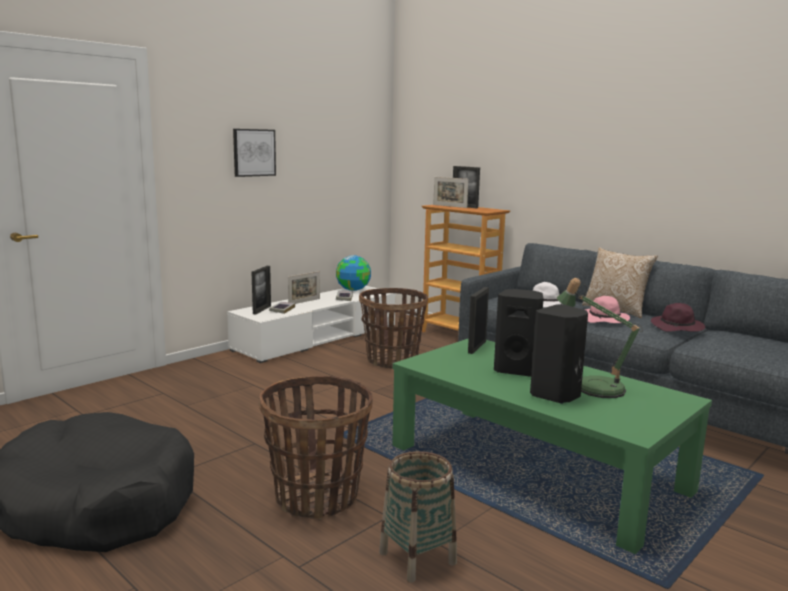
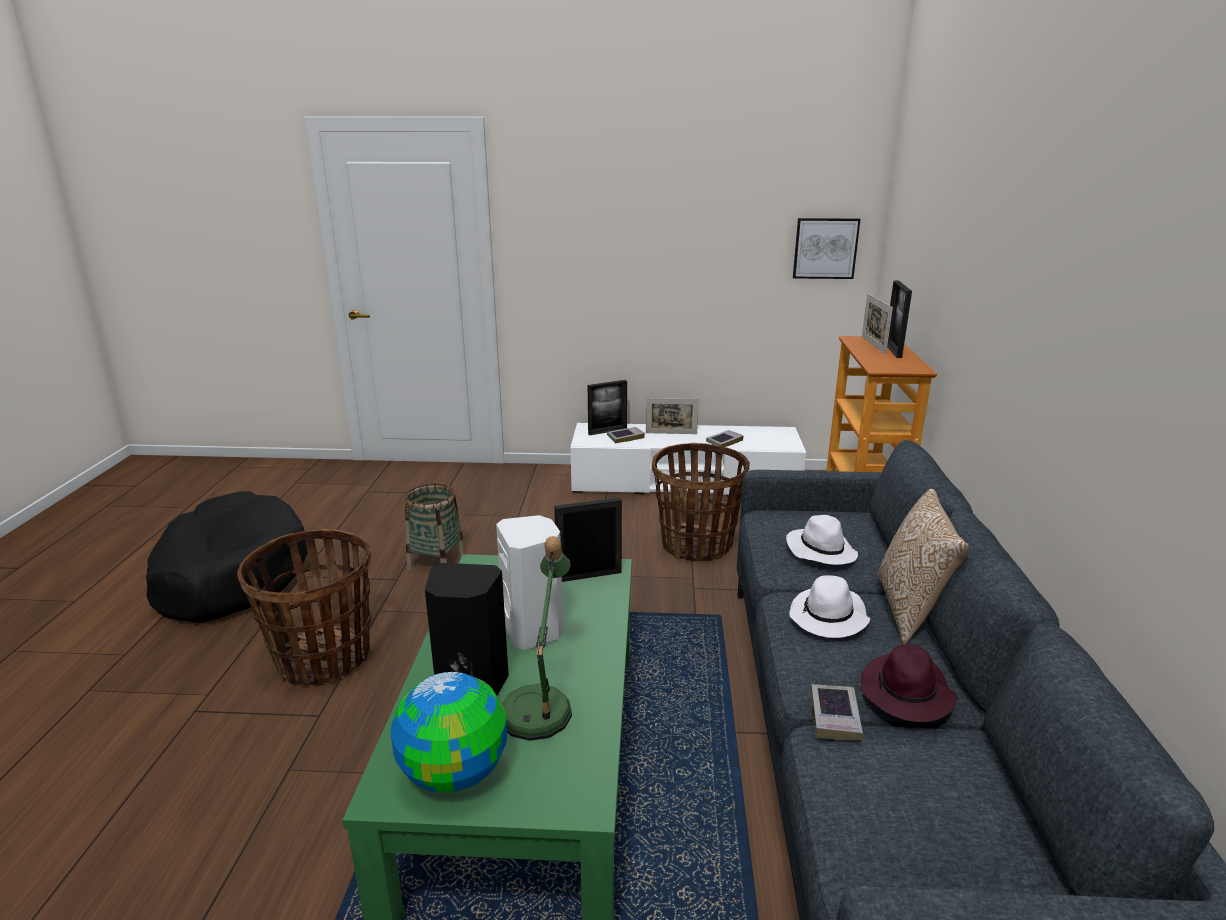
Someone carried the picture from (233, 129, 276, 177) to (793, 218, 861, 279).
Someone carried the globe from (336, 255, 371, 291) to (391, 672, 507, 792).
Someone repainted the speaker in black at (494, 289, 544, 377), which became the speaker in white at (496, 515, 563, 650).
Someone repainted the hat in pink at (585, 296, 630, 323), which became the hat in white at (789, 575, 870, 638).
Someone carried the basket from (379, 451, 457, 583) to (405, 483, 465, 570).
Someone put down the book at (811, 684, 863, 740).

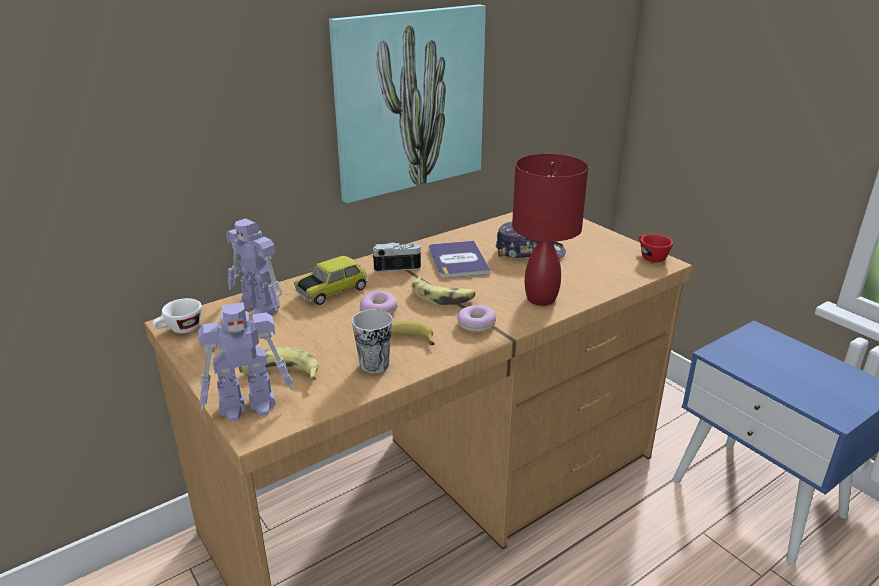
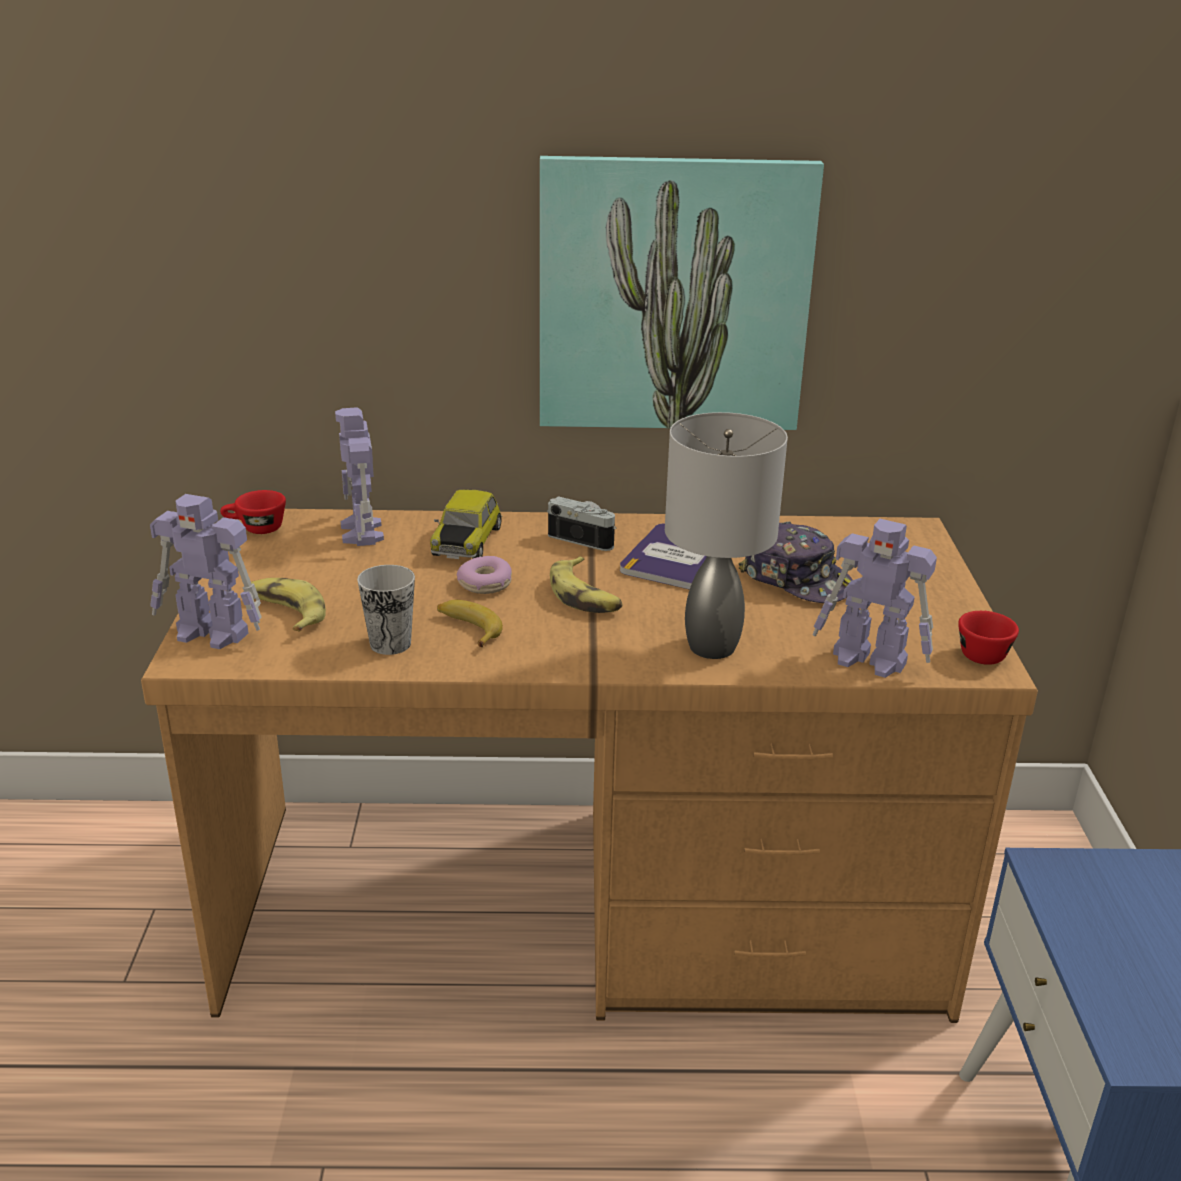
Someone repainted the table lamp in red at (512, 154, 588, 306), which became the table lamp in grey at (665, 412, 788, 659).
Someone rotated the toy car at (294, 256, 368, 305) by 75 degrees counterclockwise.
Someone repainted the cup in white at (152, 298, 202, 333), which became the cup in red at (220, 490, 286, 534).
Someone took away the donut at (457, 305, 496, 332).
Someone put down the toy robot at (812, 519, 937, 678).

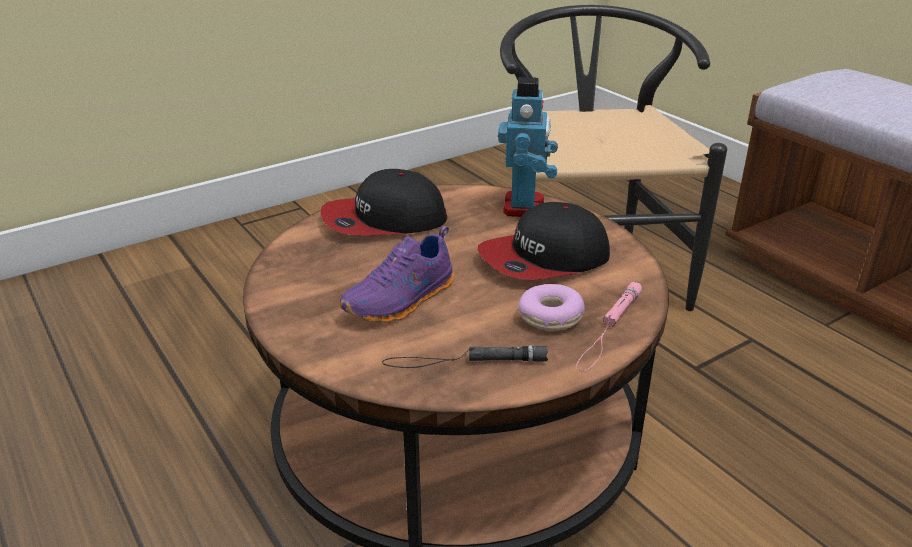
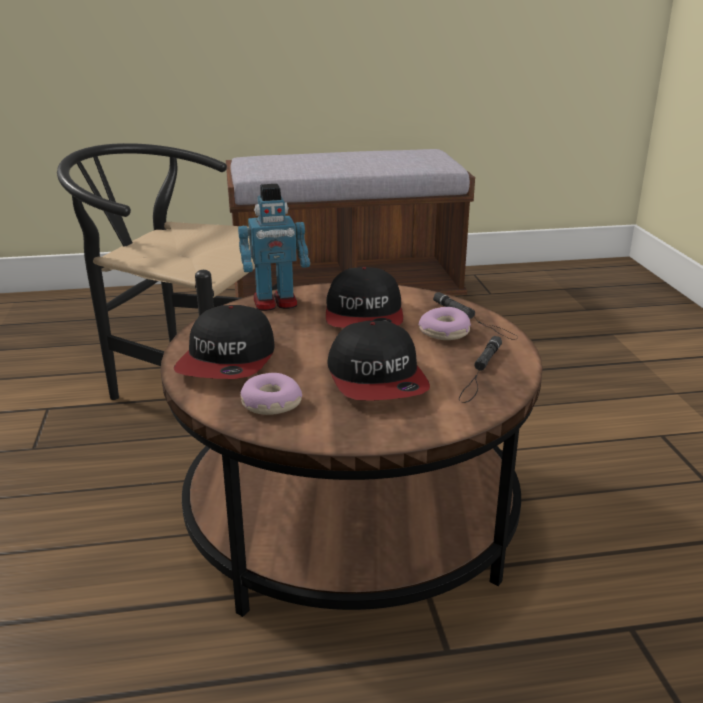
Someone rotated the toy robot at (498, 77, 558, 217) by 135 degrees clockwise.
Someone swapped the shoe in purple at (340, 226, 454, 323) for the cap at (327, 321, 430, 401).
Someone repainted the flashlight in pink at (576, 282, 642, 371), which became the flashlight in black at (433, 292, 518, 340).
Someone put down the donut at (241, 373, 302, 415).

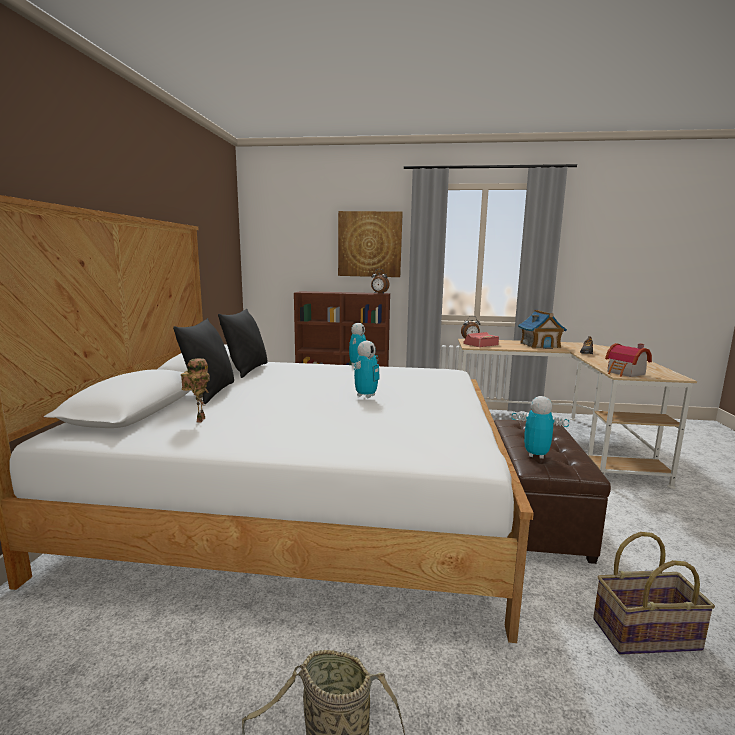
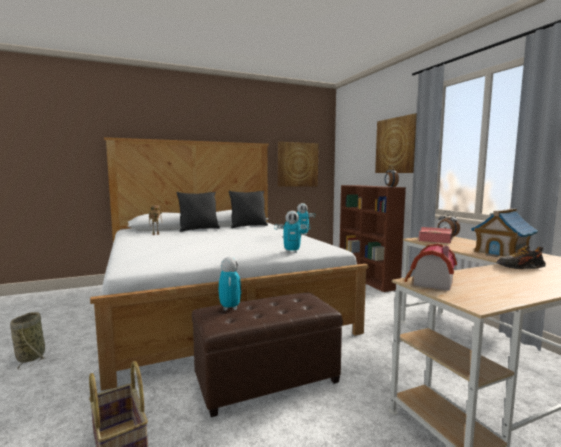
Someone carried the toy robot from (354, 341, 380, 398) to (274, 211, 310, 253).
Someone put up the picture at (278, 142, 319, 187).

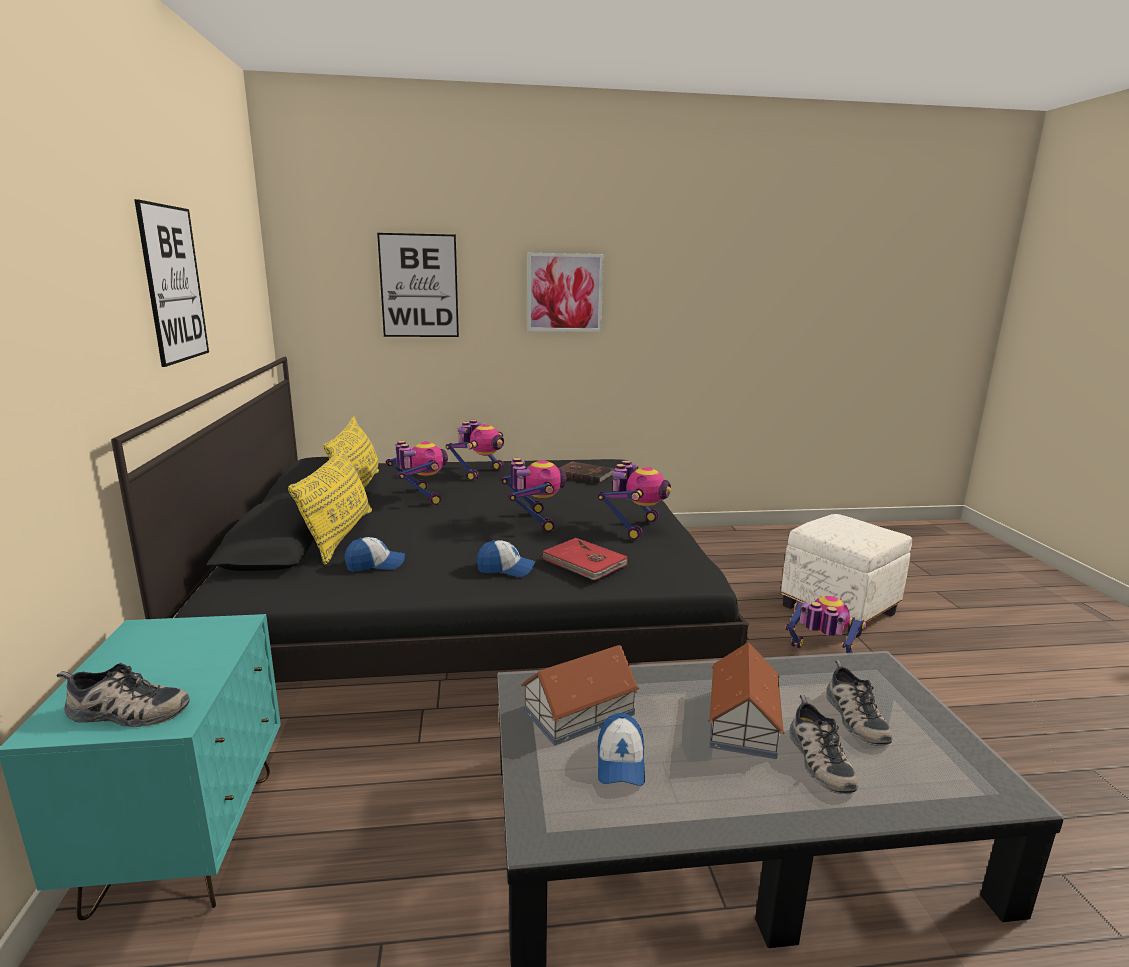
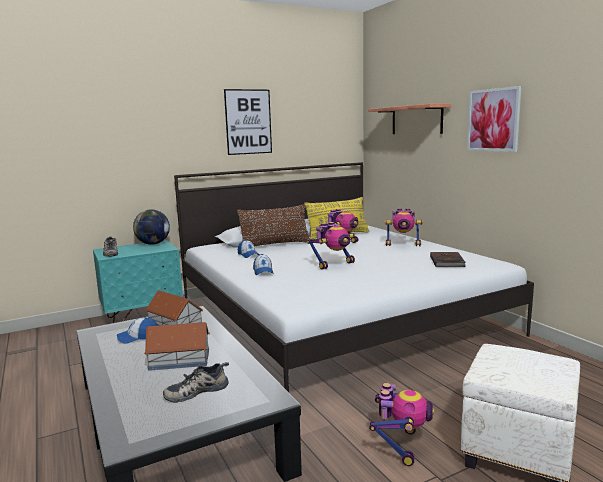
Someone swapped the picture at (377, 233, 459, 337) for the shelf at (369, 104, 451, 134).
Someone repainted the bed in black at (111, 357, 749, 683), which became the bed in white at (174, 162, 534, 392).
Someone repainted the pillow in yellow at (288, 446, 372, 565), which became the pillow in brown at (237, 204, 310, 247).
Someone took away the toy robot at (598, 460, 671, 540).
Someone took away the book in red at (541, 538, 628, 581).
Someone took away the shoe at (790, 695, 858, 794).
Someone put down the globe at (133, 209, 170, 245).

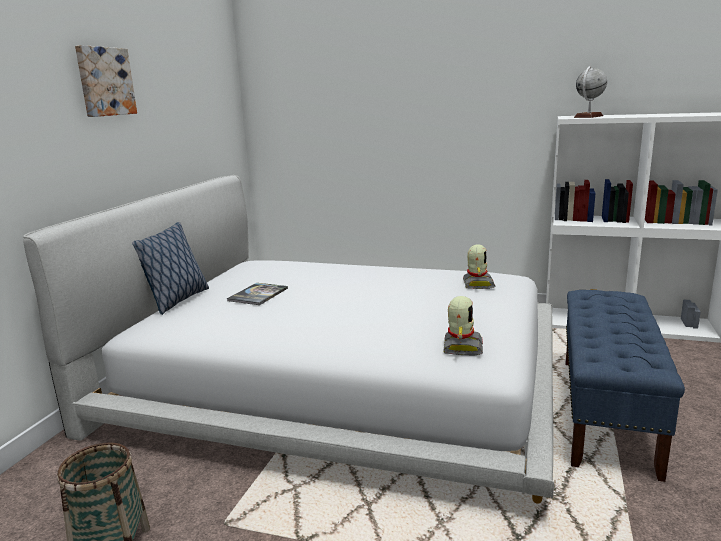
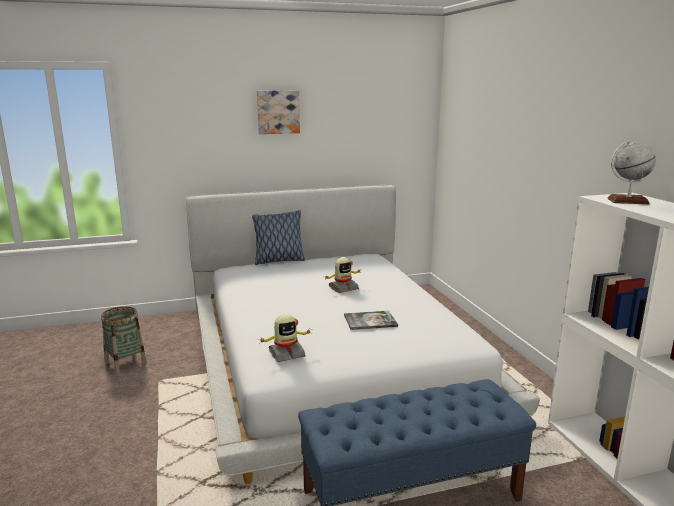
Someone carried the toy robot from (463, 244, 495, 289) to (325, 257, 362, 293).
Someone carried the book from (227, 283, 288, 305) to (344, 311, 398, 330).

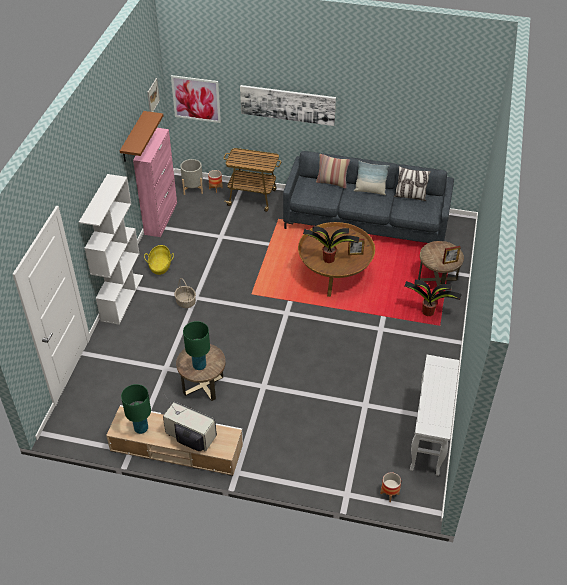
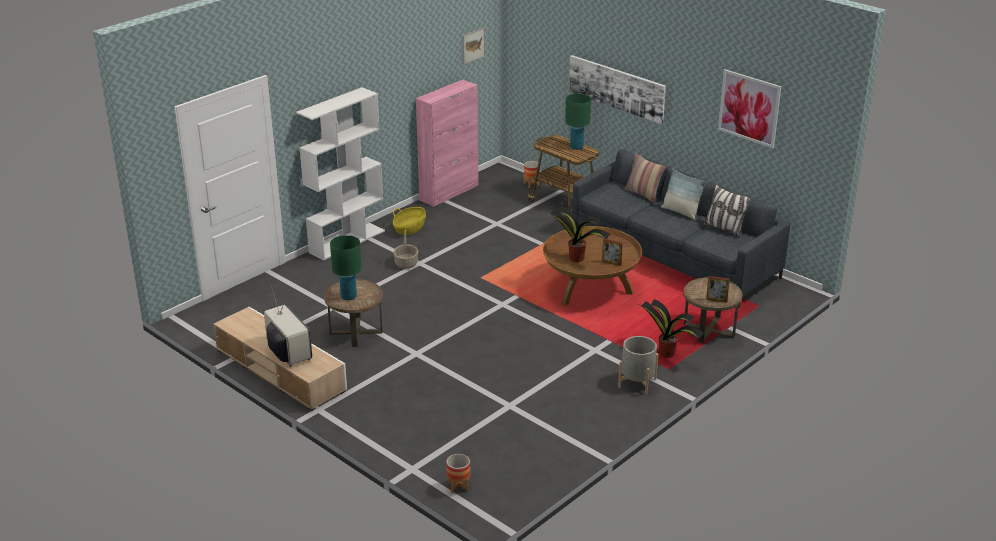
Someone carried the picture from (171, 75, 221, 123) to (718, 69, 781, 148).
Someone took away the shelf in brown at (120, 111, 163, 162).
Someone carried the planter in grey from (180, 159, 203, 195) to (618, 336, 658, 395).
Someone took away the console table in white at (410, 355, 459, 476).
Someone carried the table lamp in green from (121, 384, 151, 434) to (565, 94, 591, 150).

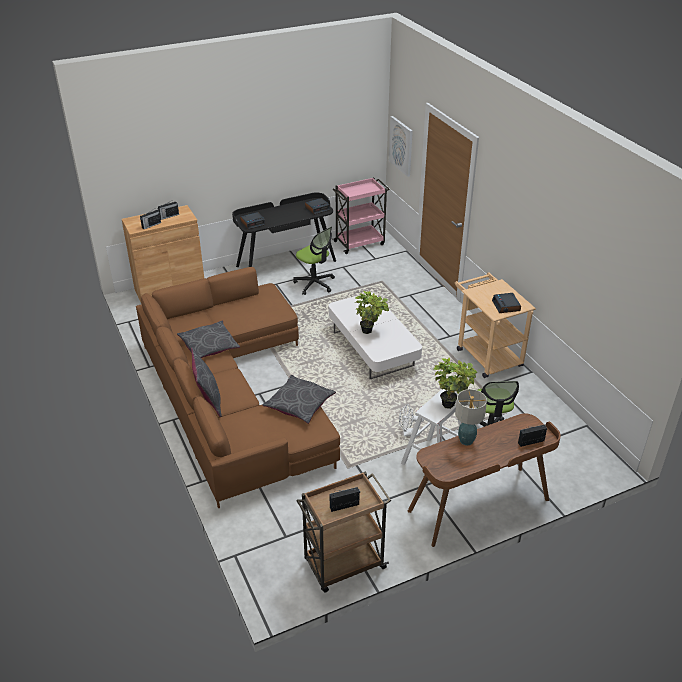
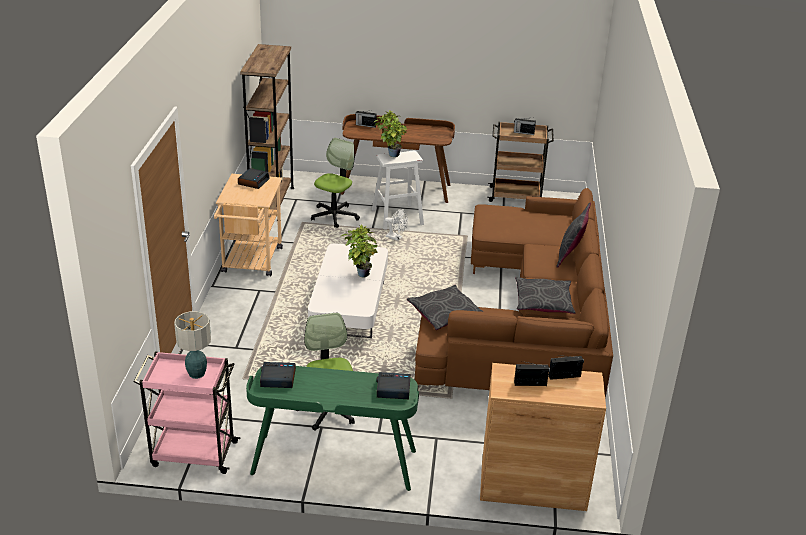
Someone took away the picture at (389, 116, 413, 177).
Someone repainted the desk in black at (232, 192, 336, 267), which became the desk in green at (246, 366, 419, 491).
Someone carried the pillow in grey from (262, 375, 336, 424) to (407, 285, 484, 330).
Someone carried the table lamp from (455, 389, 487, 446) to (174, 311, 211, 379).
Someone put down the bookcase in brown at (240, 44, 294, 212).

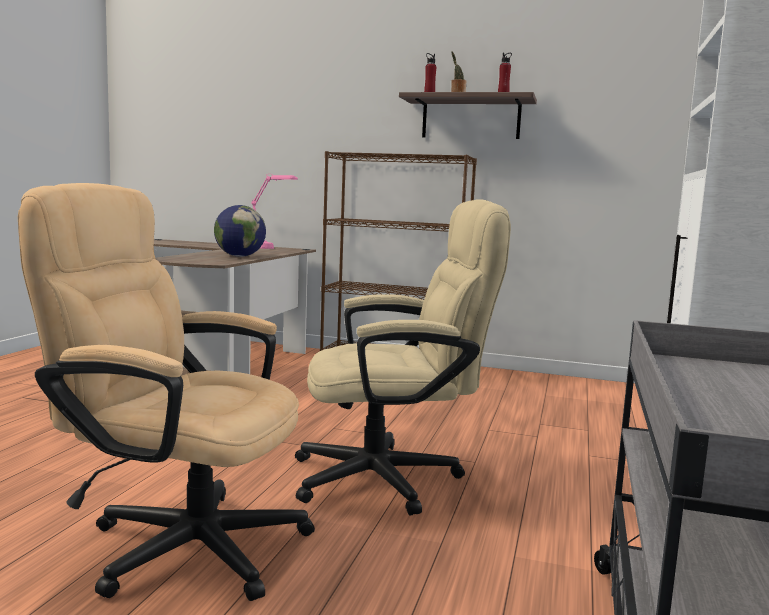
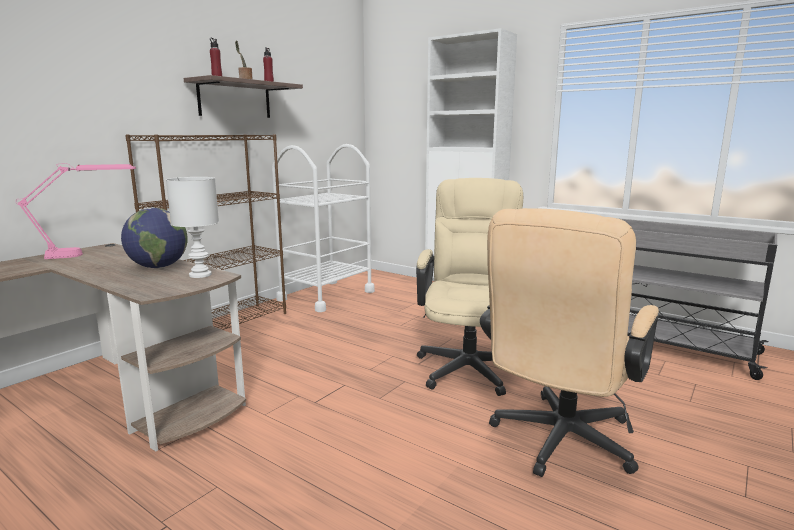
Someone put down the cart in white at (272, 144, 375, 312).
Someone put down the table lamp in white at (166, 177, 219, 278).

